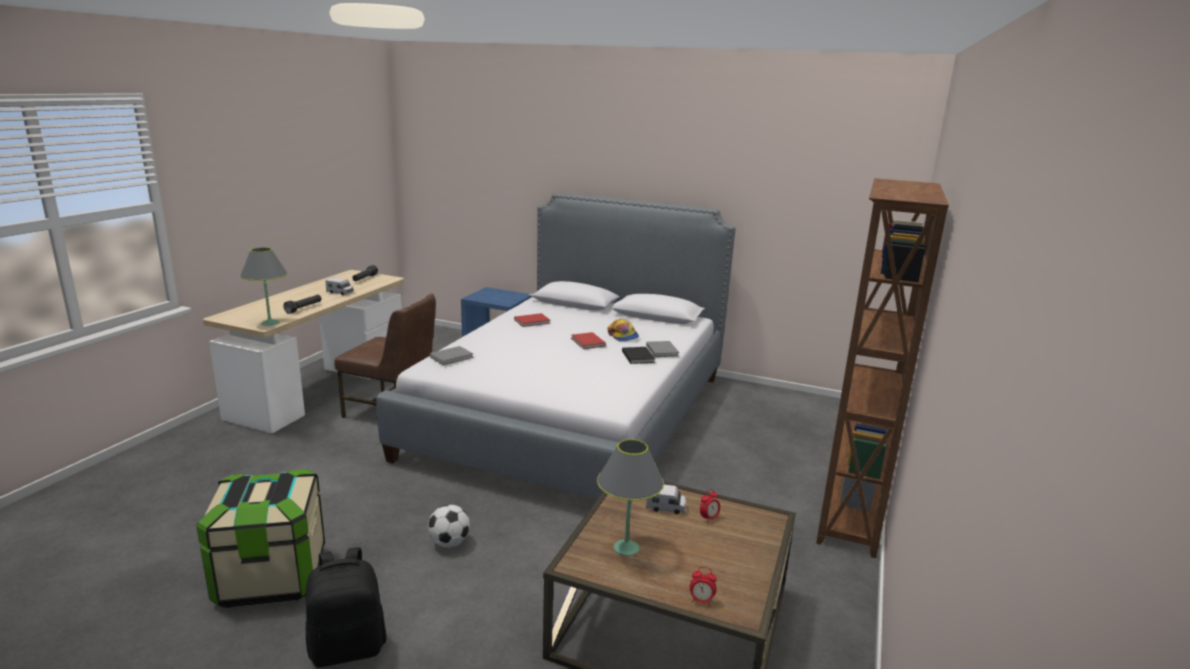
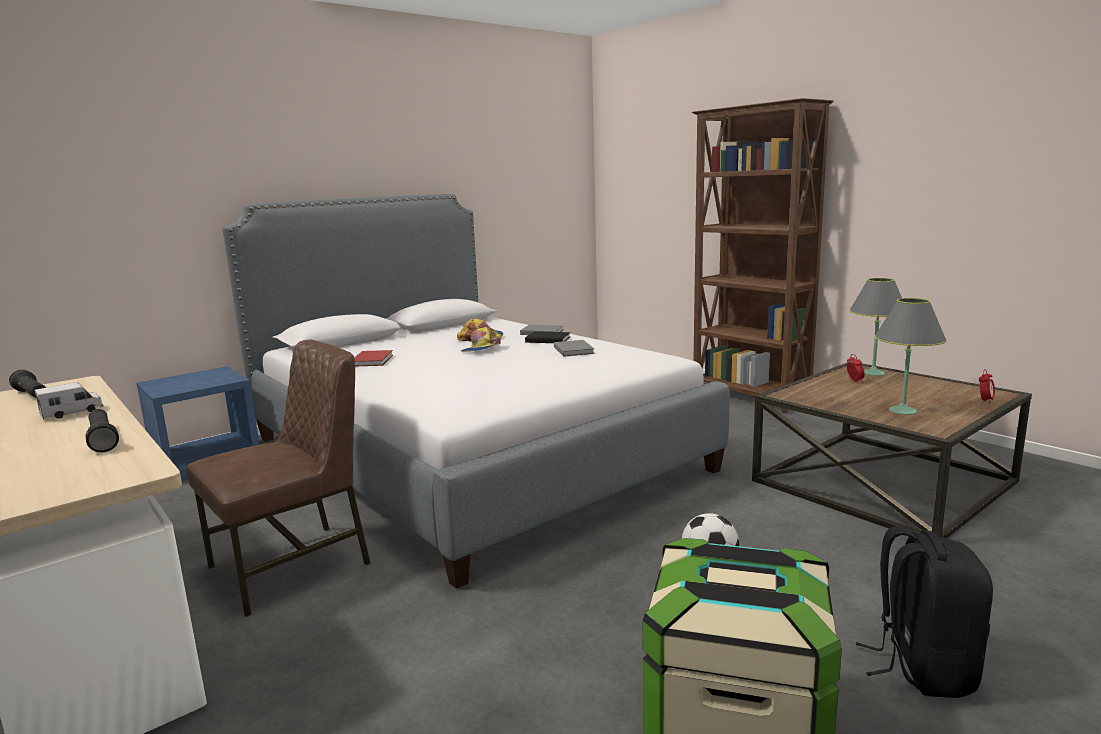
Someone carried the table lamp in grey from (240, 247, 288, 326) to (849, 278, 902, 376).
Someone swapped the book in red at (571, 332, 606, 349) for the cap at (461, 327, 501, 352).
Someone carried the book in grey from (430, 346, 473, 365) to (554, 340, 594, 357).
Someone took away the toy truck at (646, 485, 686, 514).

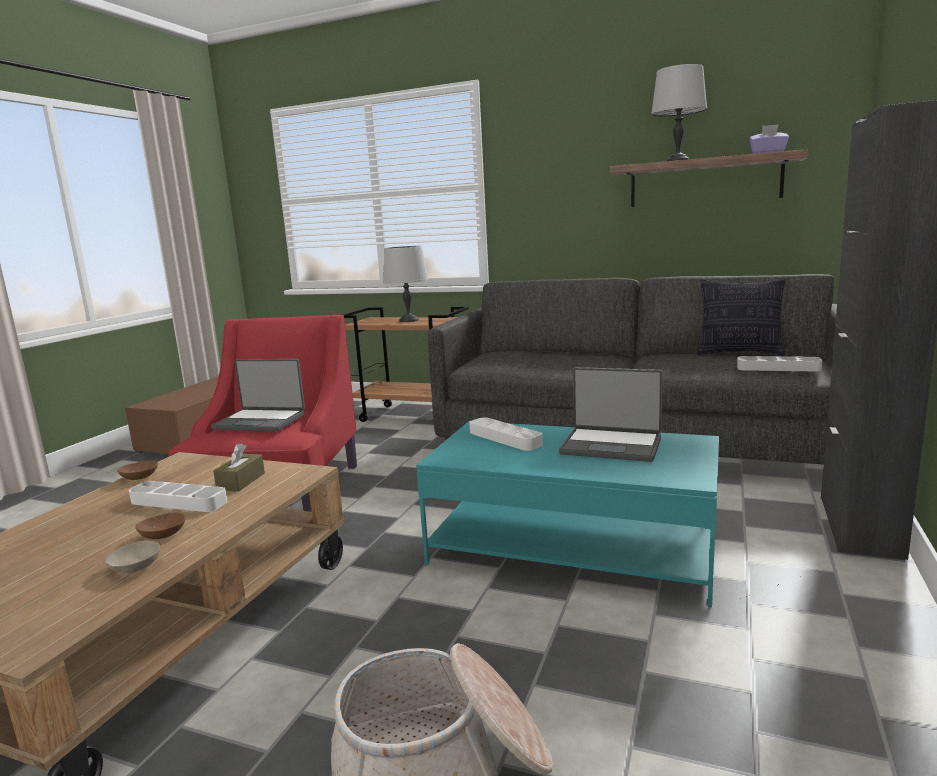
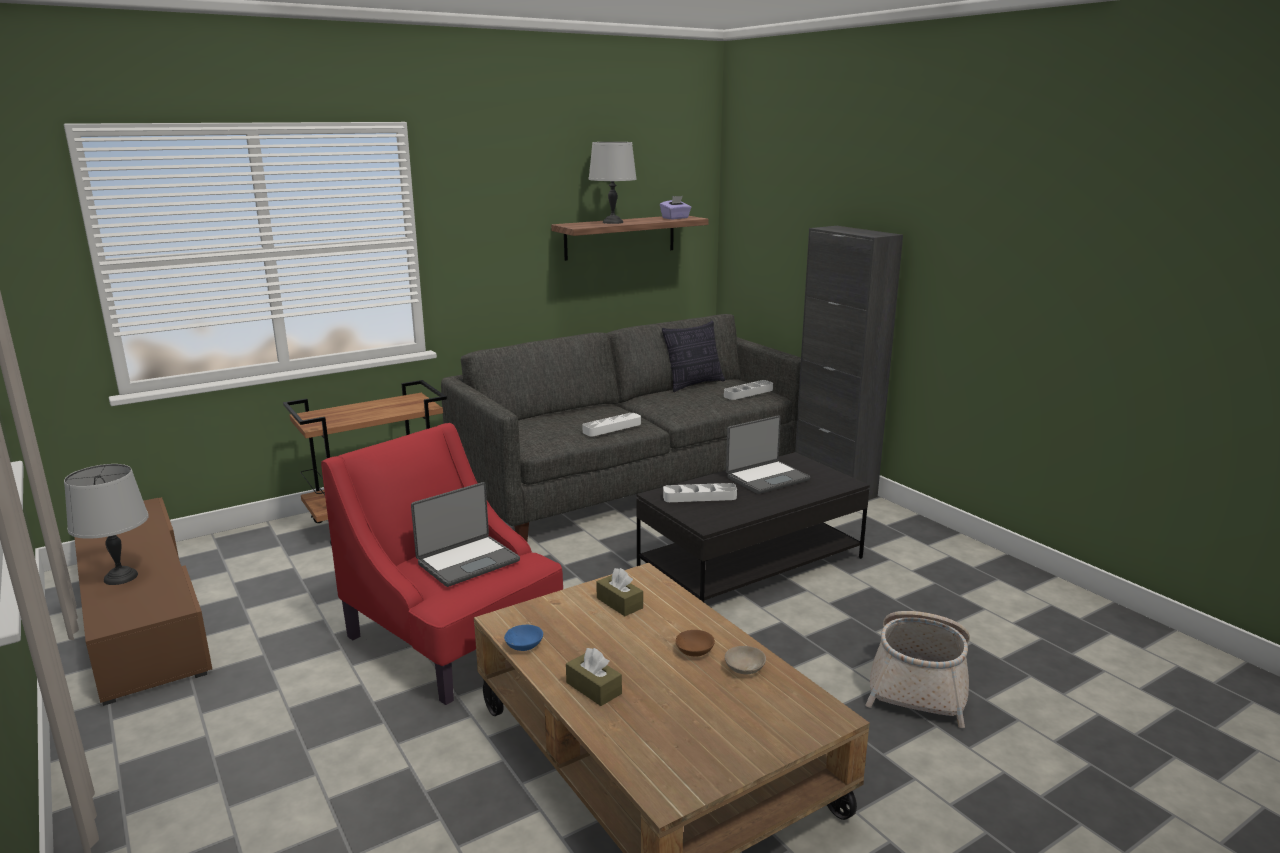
Someone carried the table lamp in grey from (383, 246, 429, 322) to (64, 464, 149, 585).
Someone repainted the coffee table in turquoise at (416, 421, 719, 608), which became the coffee table in black at (636, 452, 870, 602).
Someone repainted the bowl in brown at (117, 461, 158, 480), which became the bowl in blue at (504, 625, 543, 651).
Someone carried the tray in white from (129, 481, 227, 512) to (582, 413, 641, 436).
Someone put down the tissue box in brown at (566, 648, 622, 706).

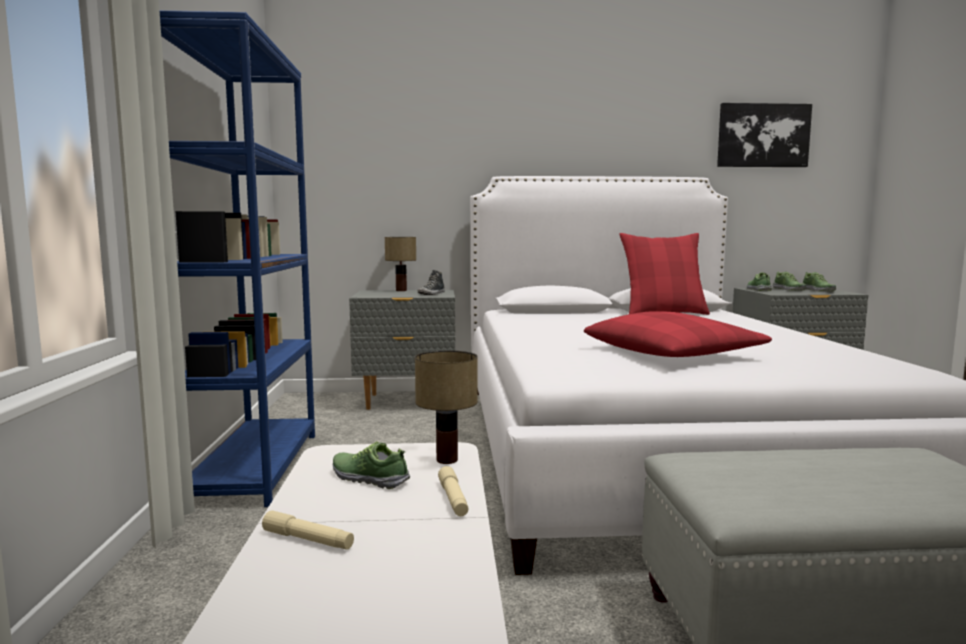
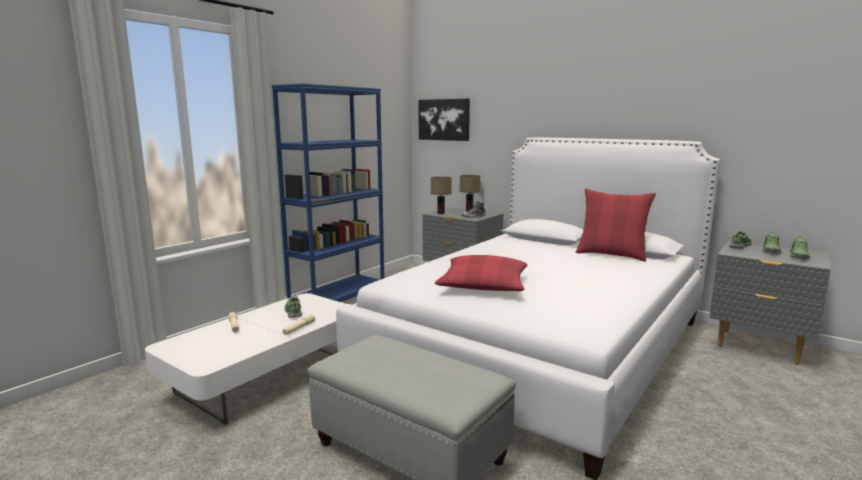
Someone carried the picture from (717, 103, 812, 167) to (419, 99, 470, 141).
Someone carried the table lamp from (415, 350, 478, 464) to (431, 177, 452, 214).

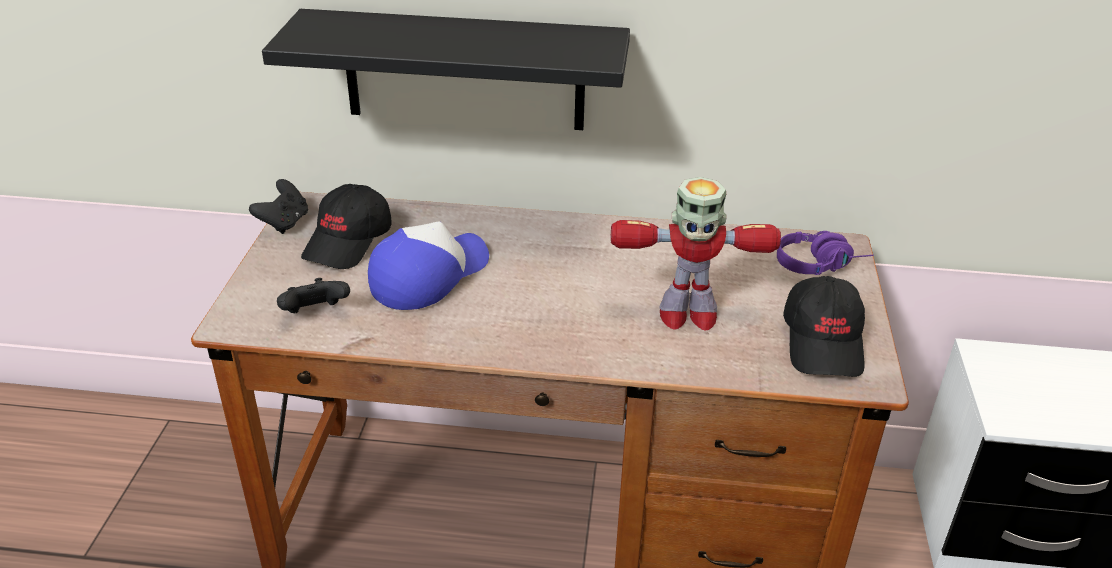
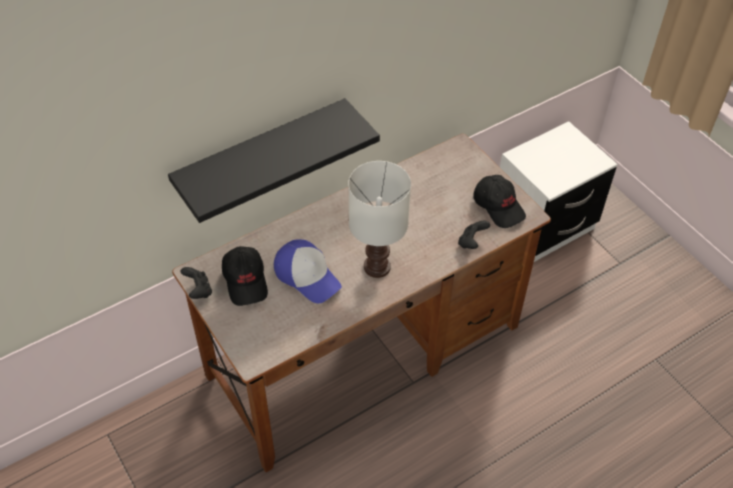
Someone took away the toy robot at (611, 177, 781, 331).
Someone rotated the cap at (368, 222, 489, 310) by 135 degrees clockwise.
Someone took away the headphones in purple at (777, 231, 874, 275).
Someone carried the game controller in black from (277, 278, 350, 313) to (458, 221, 490, 249).
Someone put down the table lamp in white at (348, 161, 411, 278).

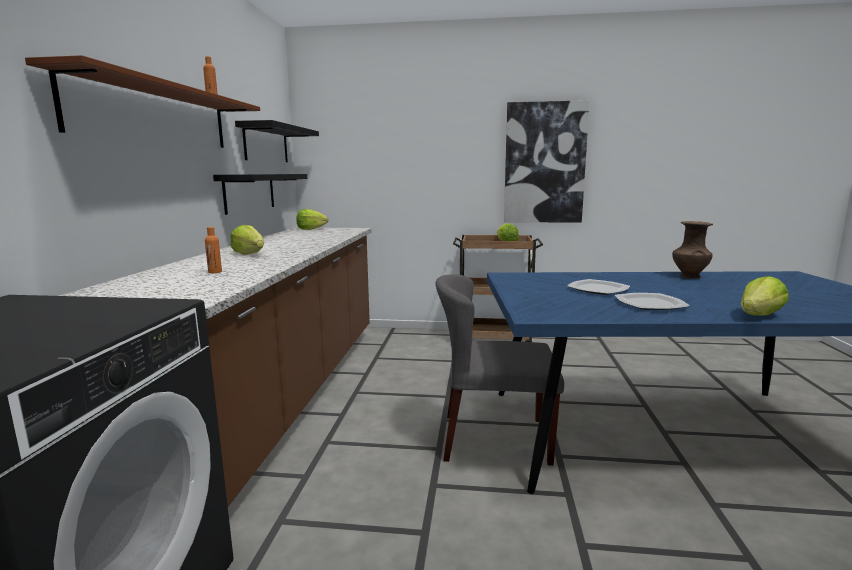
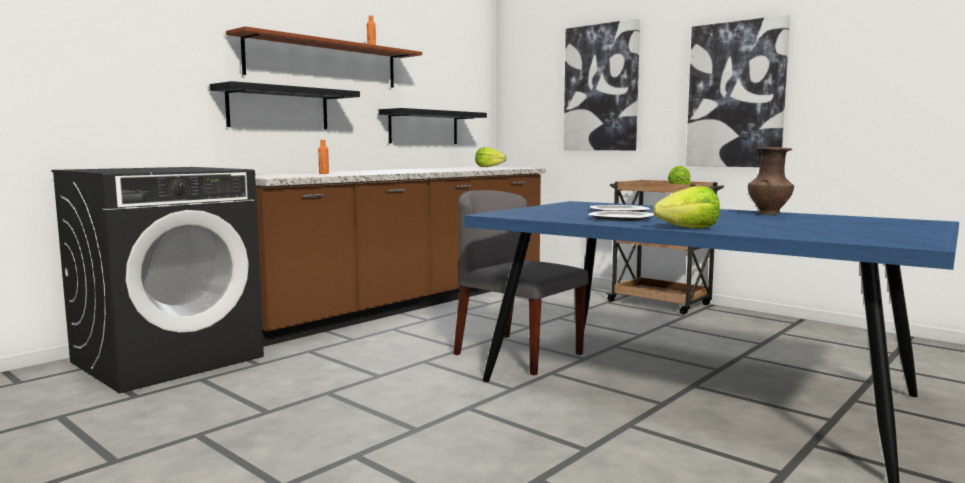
Someone carried the shelf in black from (235, 120, 319, 162) to (210, 81, 360, 129).
Someone took away the lettuce at (230, 225, 264, 255).
Someone put up the picture at (564, 18, 640, 150).

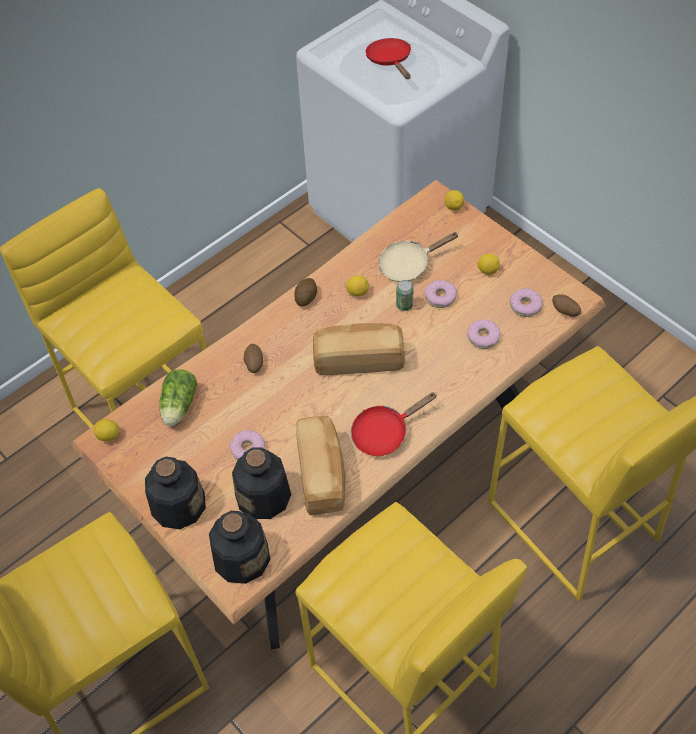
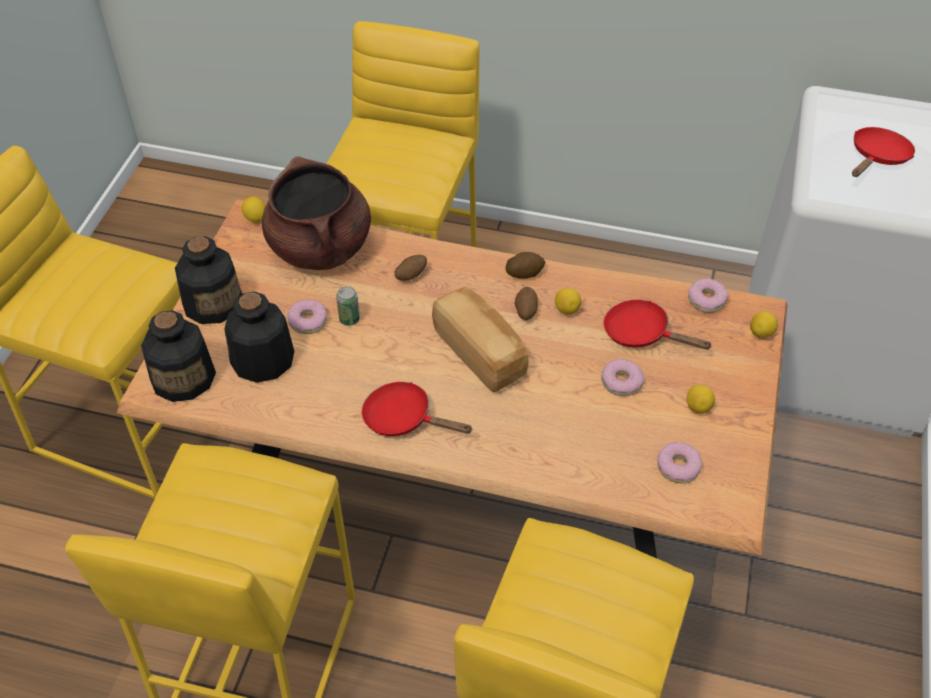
Someone repainted the frying pan in beige at (379, 232, 459, 282), which became the frying pan in red at (604, 300, 713, 350).
Someone carried the can from (396, 280, 414, 311) to (336, 286, 360, 326).
Someone carried the potato from (552, 294, 581, 317) to (514, 287, 538, 320).
Someone carried the donut from (467, 319, 500, 349) to (688, 278, 728, 313).
Someone swapped the lettuce at (159, 369, 197, 426) for the cooking pot in brown at (262, 156, 371, 270).
Someone took away the bread at (296, 416, 345, 515).

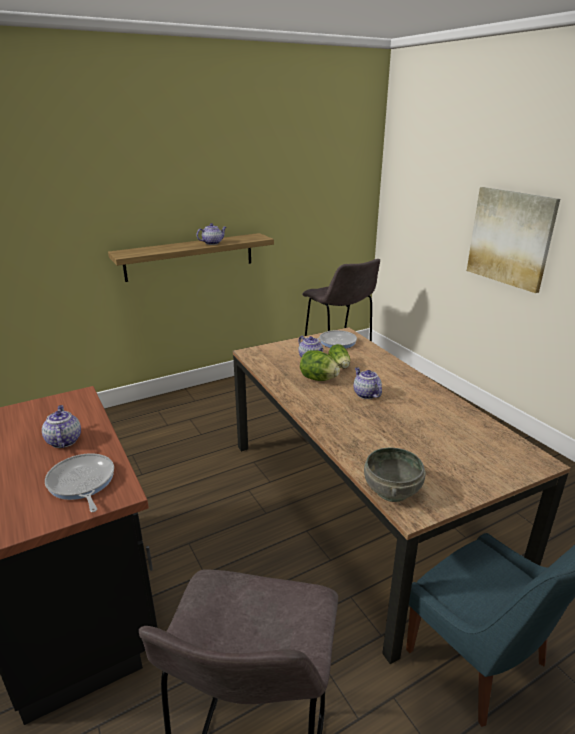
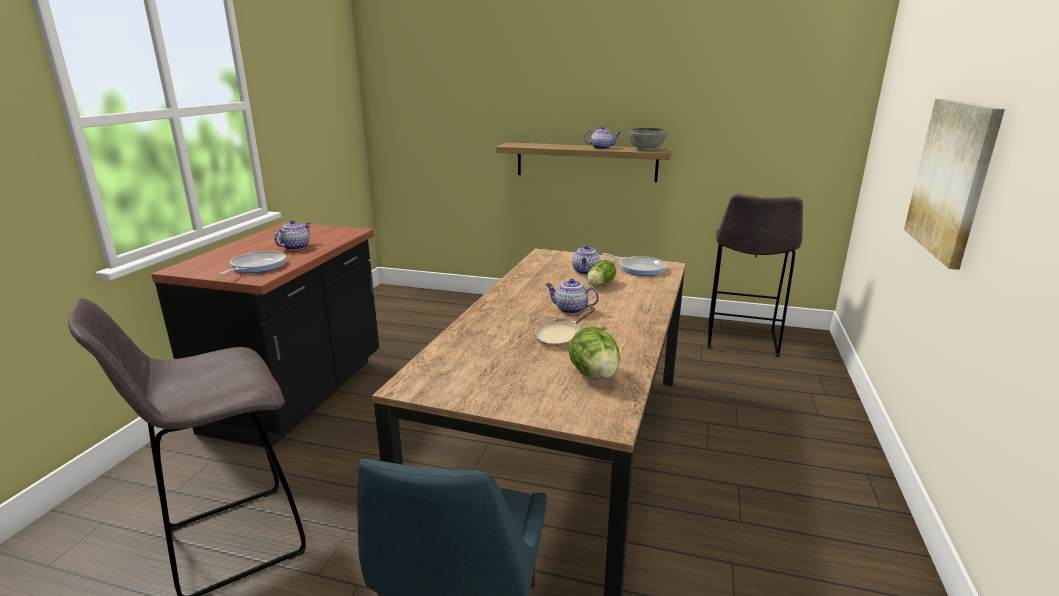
Someone carried the lettuce from (300, 350, 340, 381) to (569, 327, 620, 380).
Someone rotated the teapot at (353, 367, 382, 399) by 90 degrees counterclockwise.
Someone carried the bowl in grey from (364, 447, 426, 502) to (629, 128, 666, 151).
Someone put down the frying pan in beige at (534, 307, 595, 347).

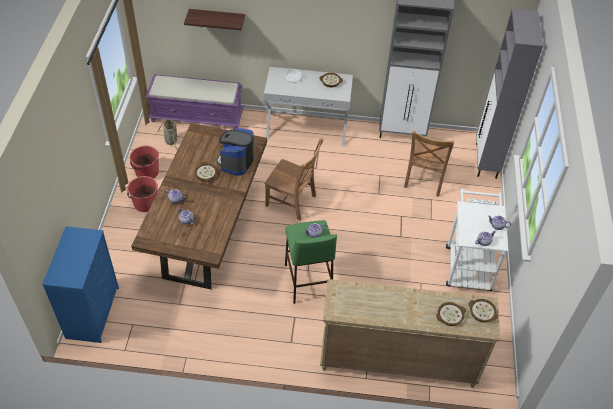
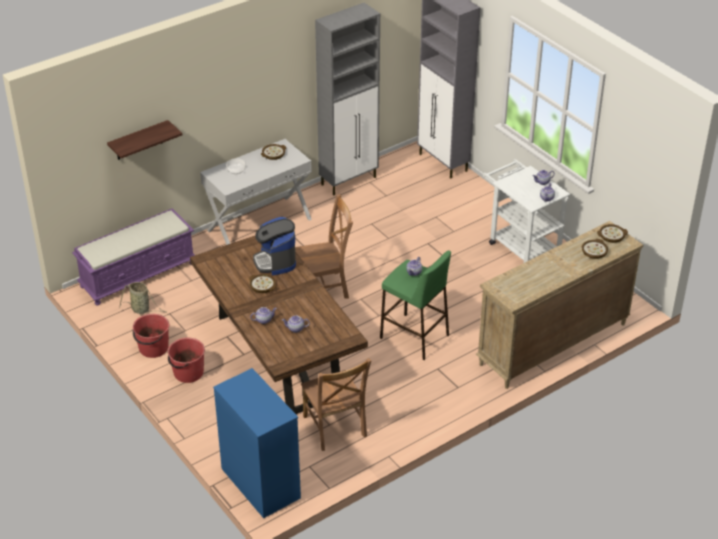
Someone carried the chair in brown from (404, 131, 454, 197) to (301, 358, 371, 451).

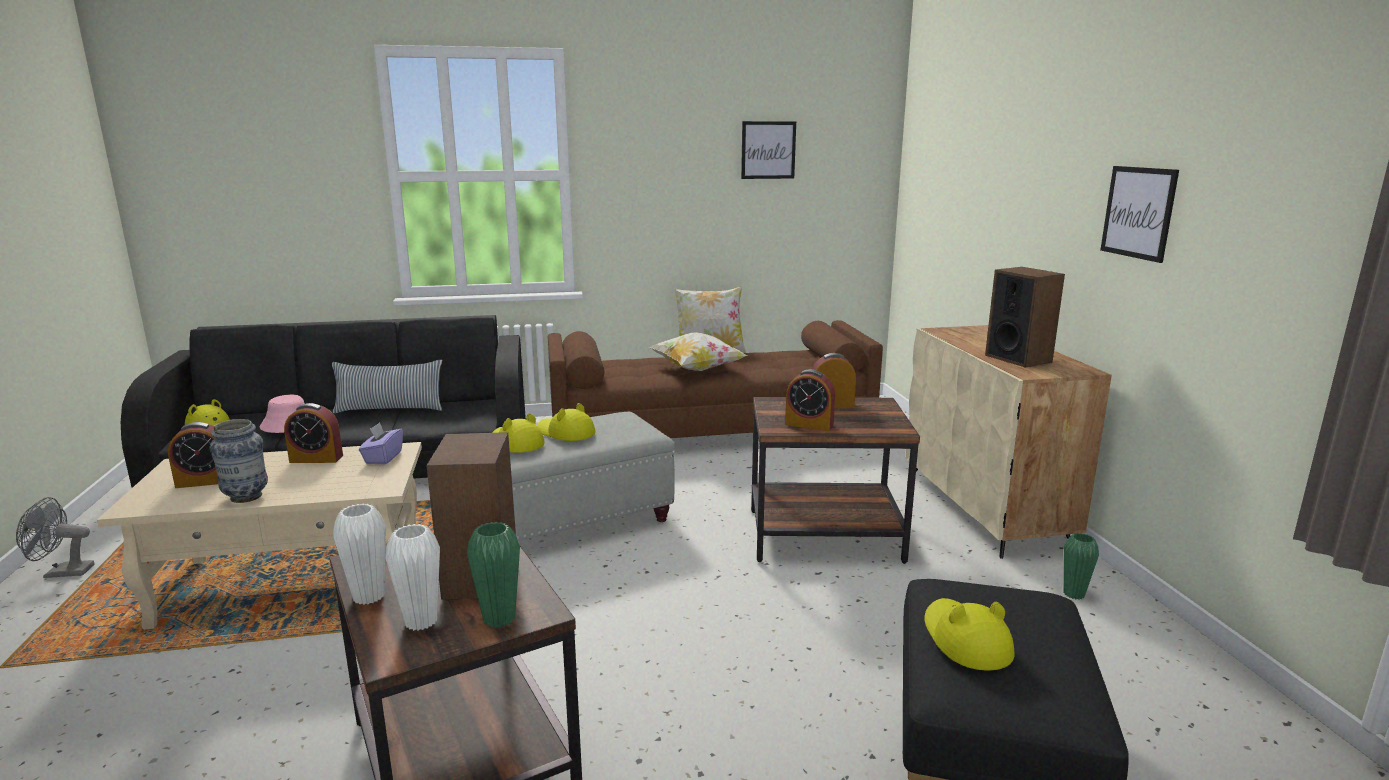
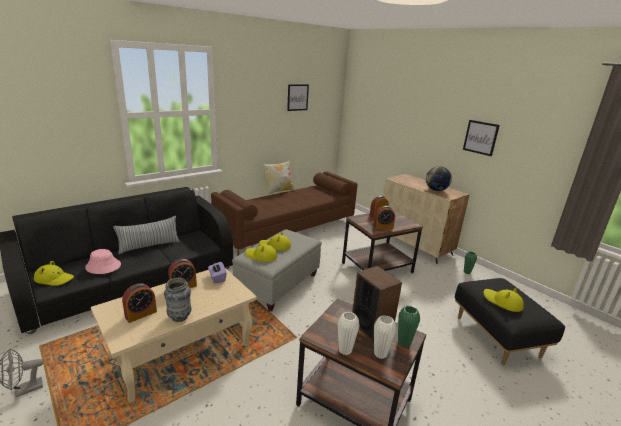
Someone swapped the speaker at (985, 267, 1065, 368) for the globe at (426, 166, 452, 191).
Someone took away the pillow at (649, 332, 748, 371).

